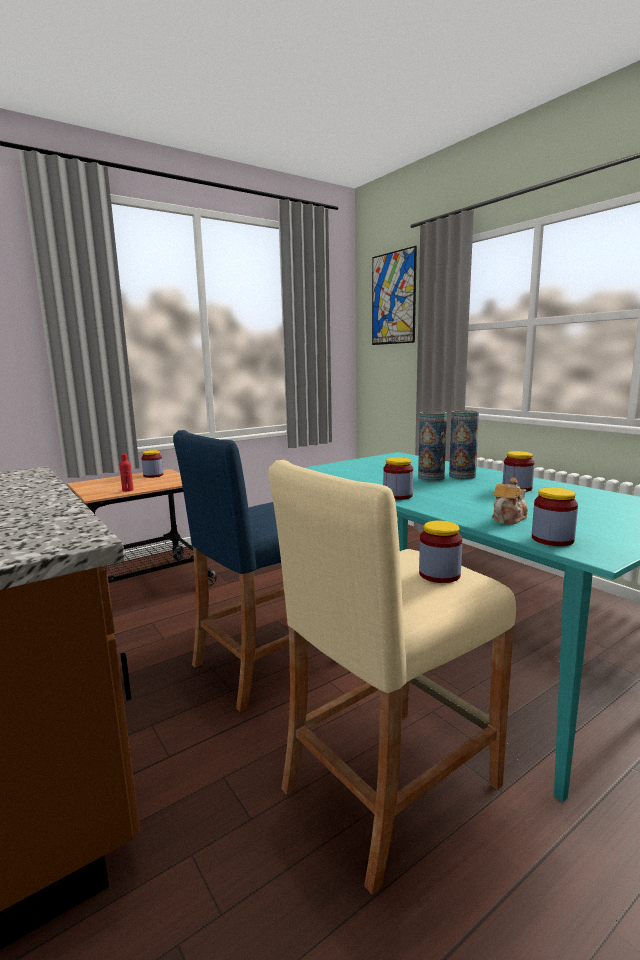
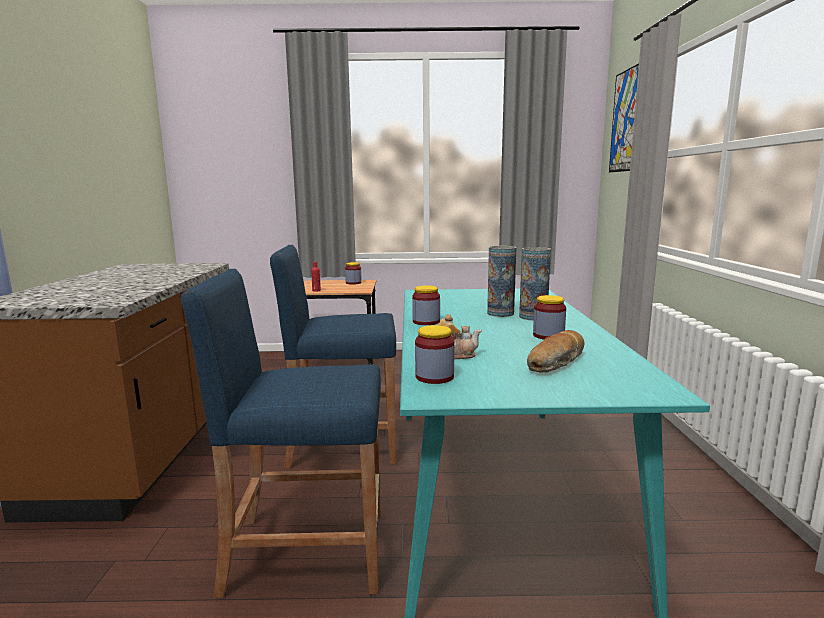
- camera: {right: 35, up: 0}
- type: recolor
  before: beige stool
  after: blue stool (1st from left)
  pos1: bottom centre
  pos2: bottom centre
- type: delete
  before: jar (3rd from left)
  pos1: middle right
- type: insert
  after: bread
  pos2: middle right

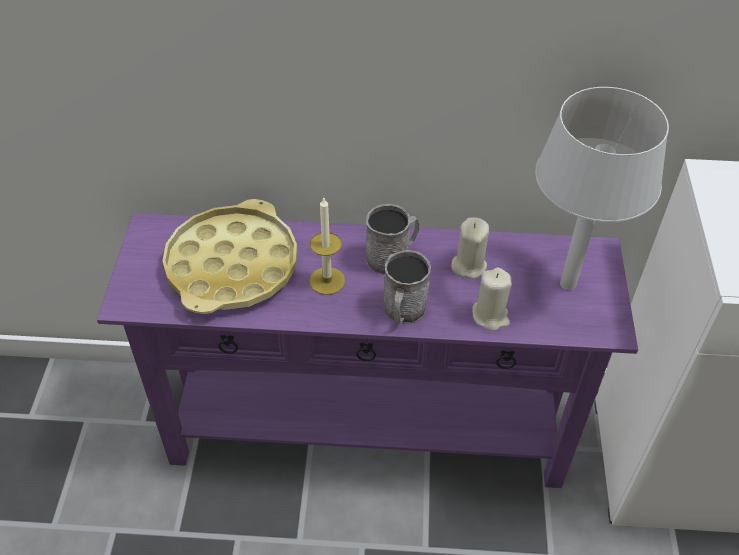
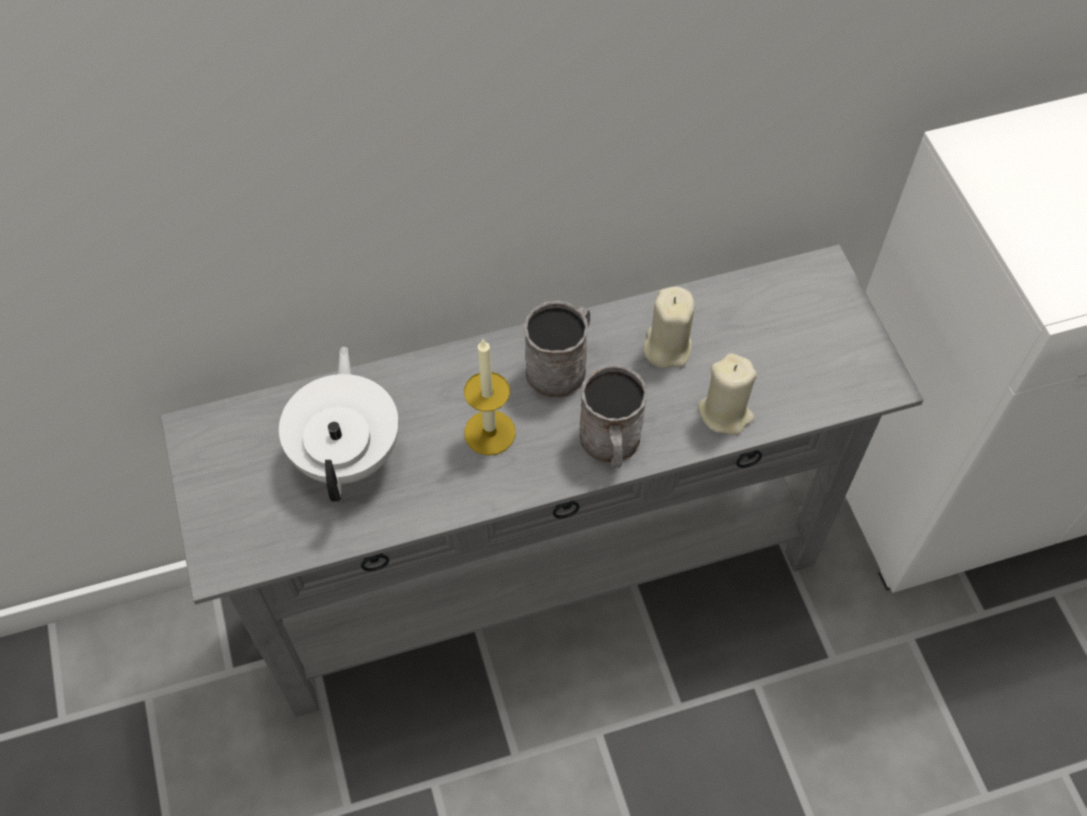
- camera: {right: -20, up: 10}
- type: delete
  before: grey table lamp
  pos1: middle right
- type: replace
  before: yellow tray
  after: white teapot
  pos1: middle left
  pos2: middle left
- type: recolor
  before: purple console table
  after: grey console table
  pos1: centre
  pos2: centre

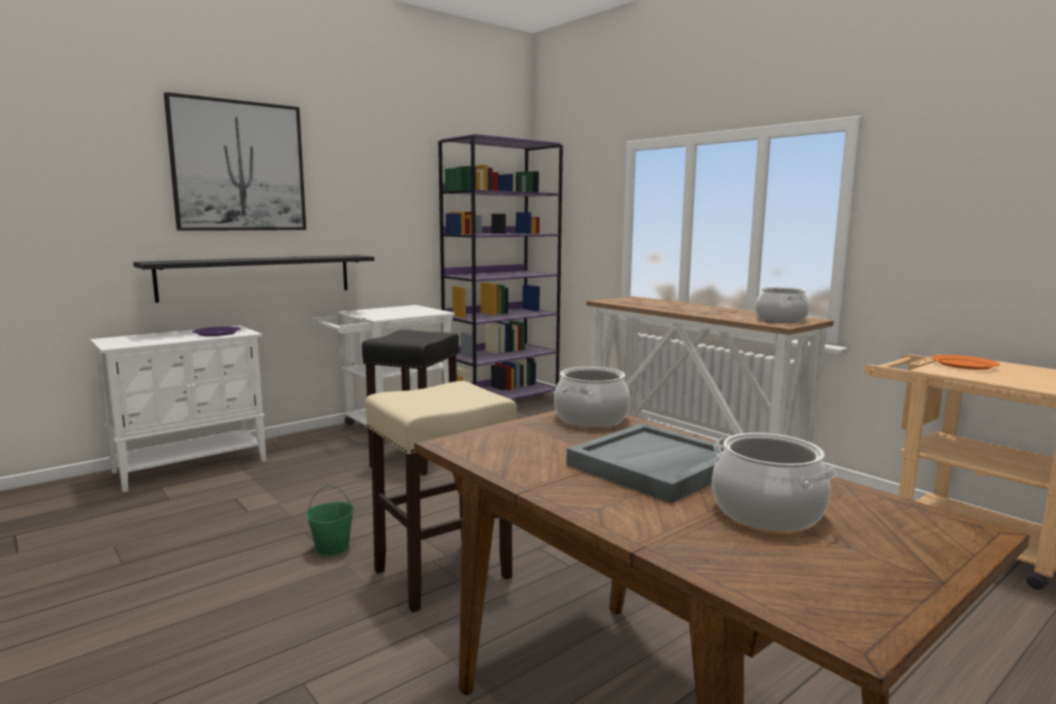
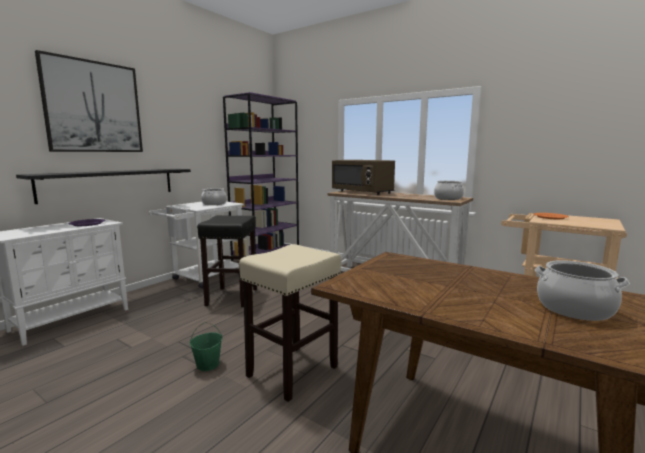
- camera: {right: -15, up: 0}
- type: move
  before: cooking pot (1st from left)
  pos1: centre
  pos2: middle left
- type: delete
  before: grey tray
  pos1: centre
- type: insert
  after: brown microwave
  pos2: centre

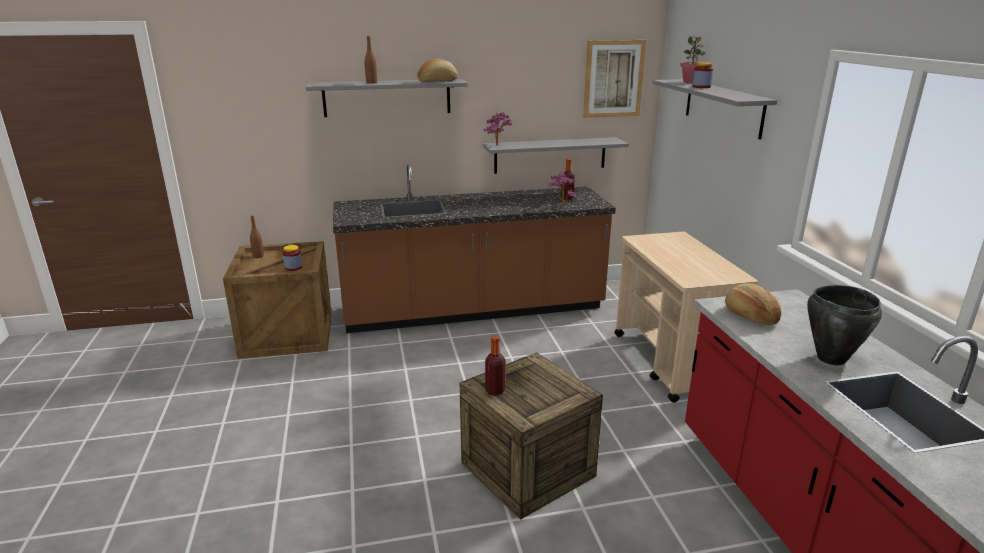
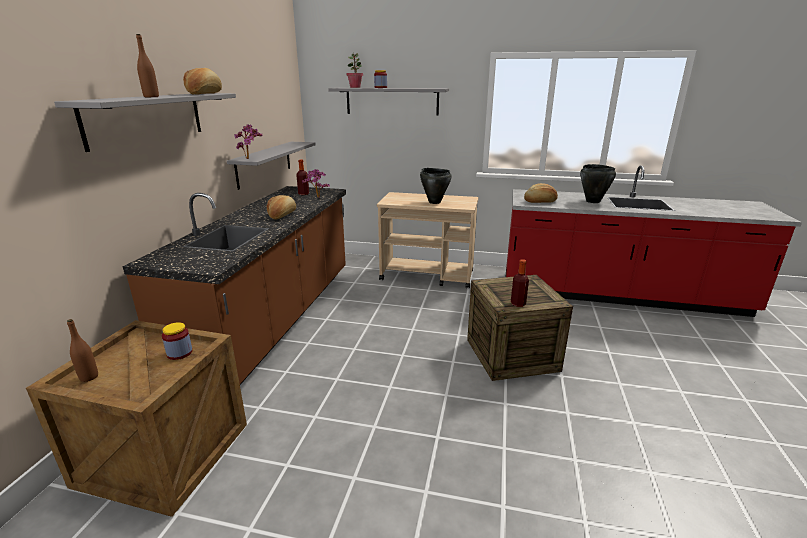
- camera: {right: -65, up: 0}
- type: delete
  before: picture
  pos1: top centre
- type: insert
  after: black cooking pot (1st from left)
  pos2: centre
- type: insert
  after: bread (2nd from left)
  pos2: centre

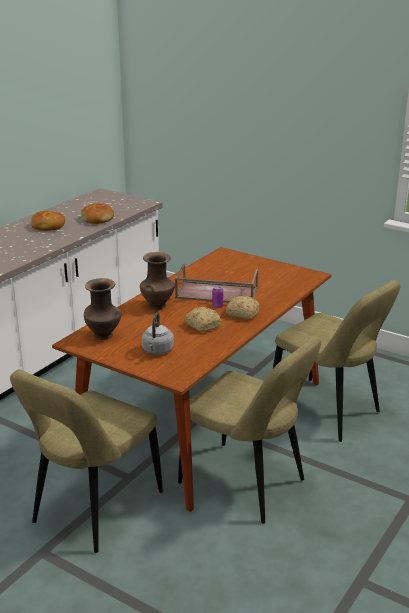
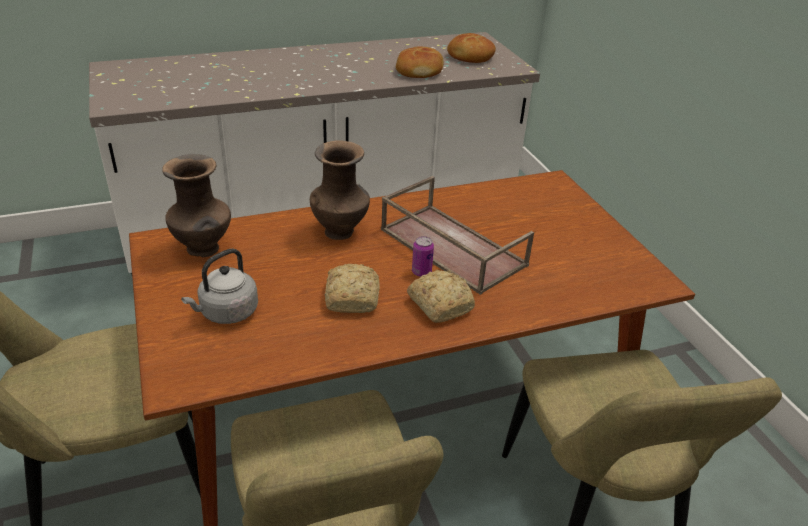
- camera: {right: 35, up: 10}
- type: move
  before: bread (1st from left in the first image)
  after: bread (4th from left)
  pos1: middle left
  pos2: top centre

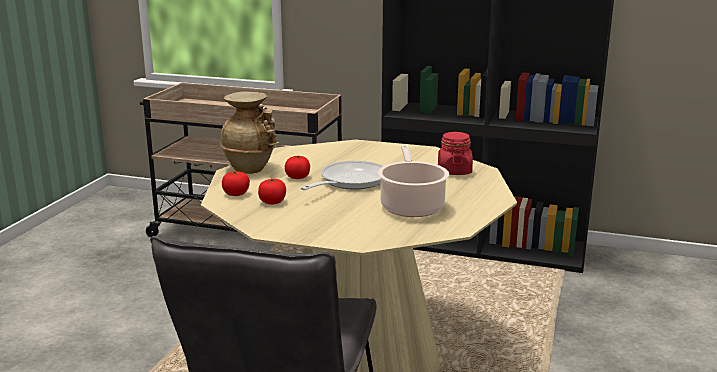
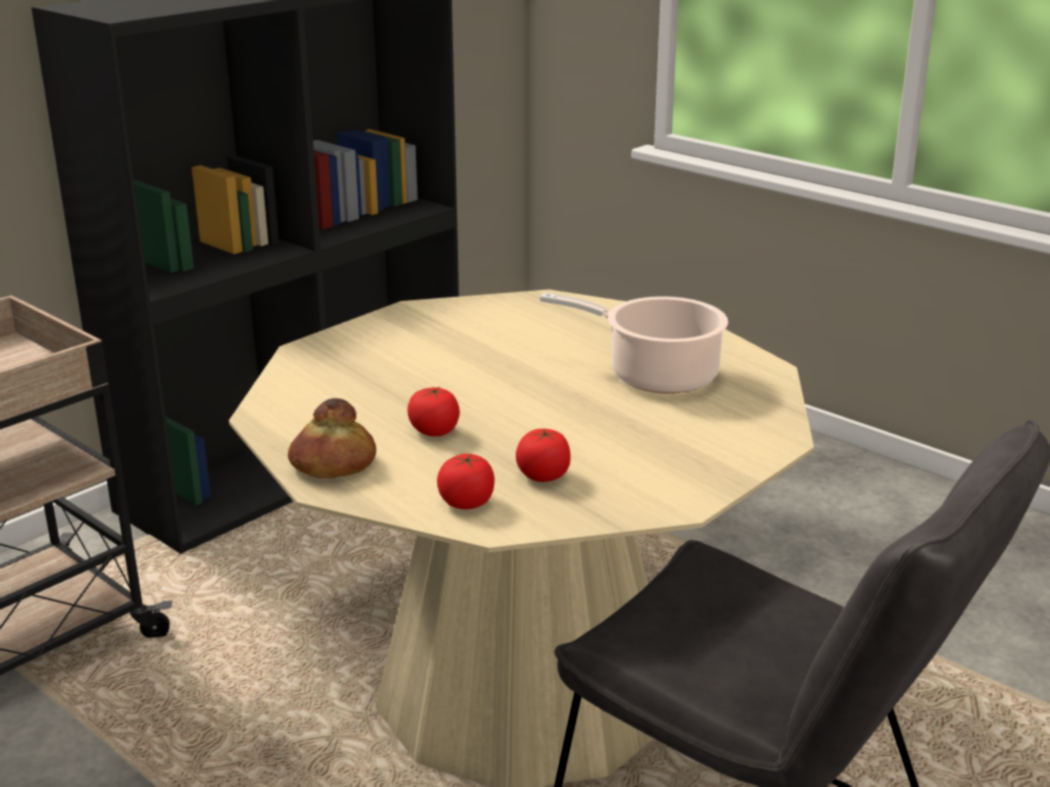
- camera: {right: -65, up: 5}
- type: replace
  before: beige vase
  after: bread
  pos1: centre
  pos2: middle left
- type: delete
  before: red jar
  pos1: centre
- type: delete
  before: frying pan
  pos1: centre

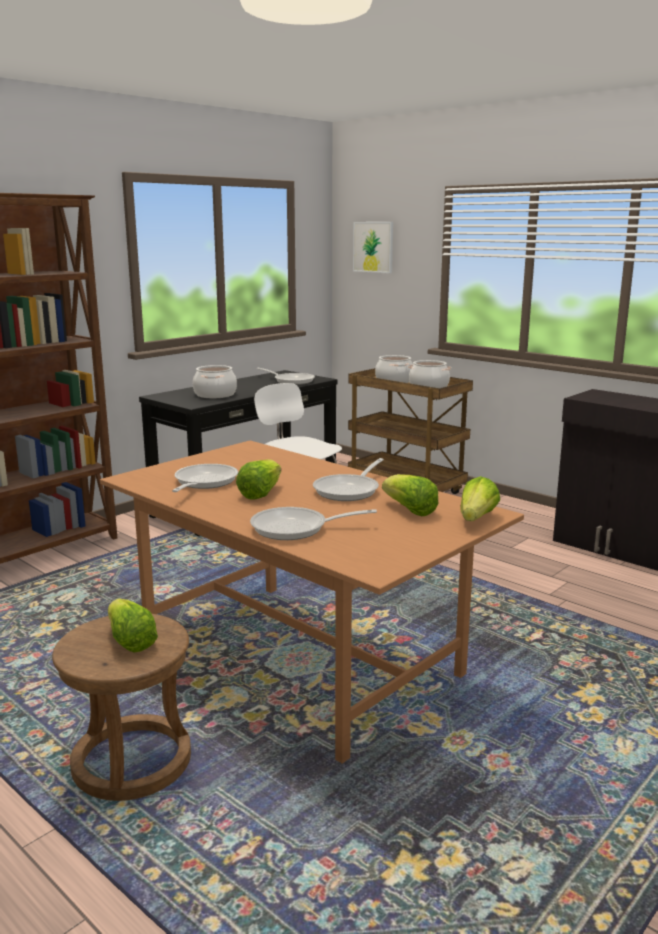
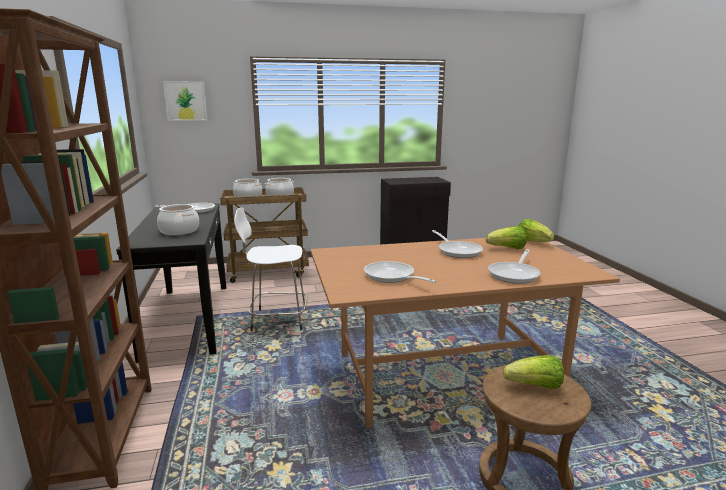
- camera: {right: -55, up: 0}
- type: delete
  before: lettuce (2nd from left)
  pos1: centre

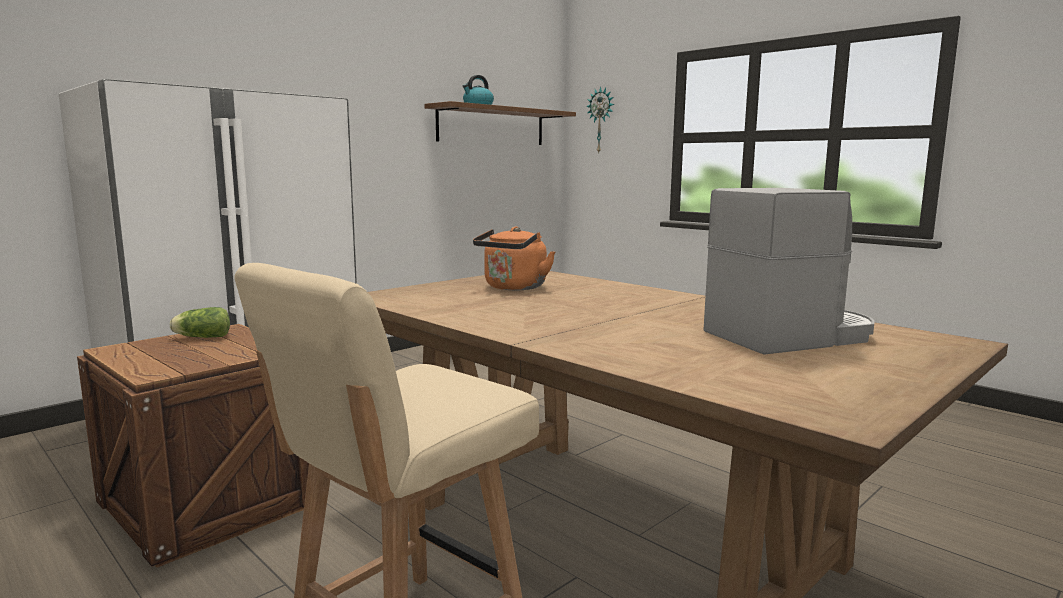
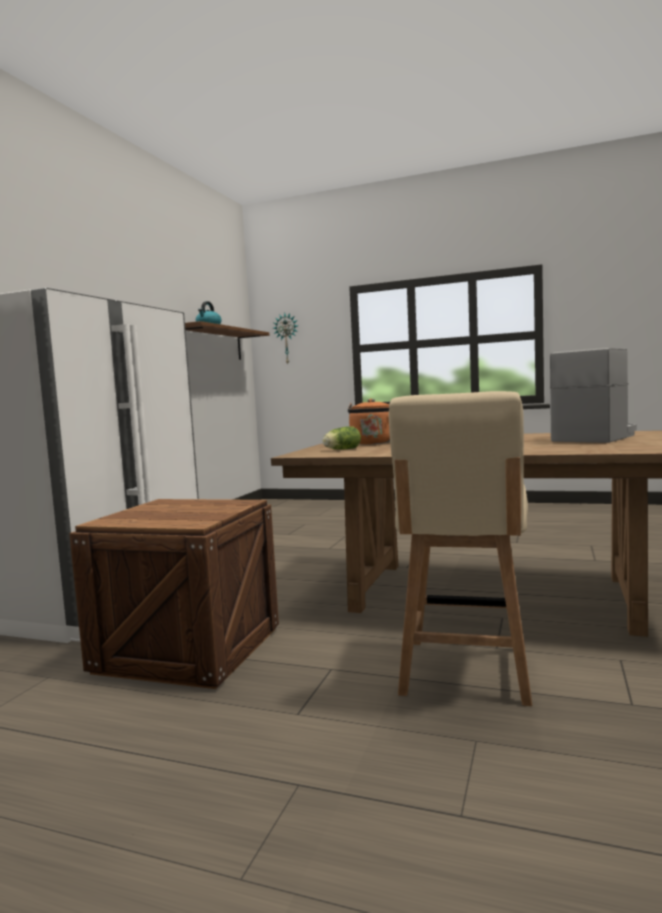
- camera: {right: -25, up: -5}
- type: move
  before: lettuce
  pos1: middle left
  pos2: centre

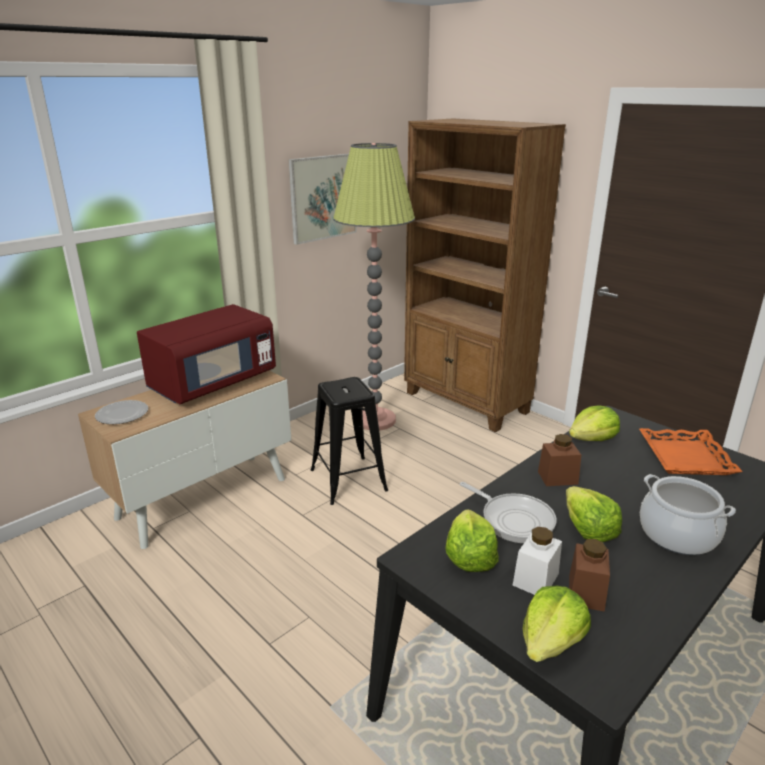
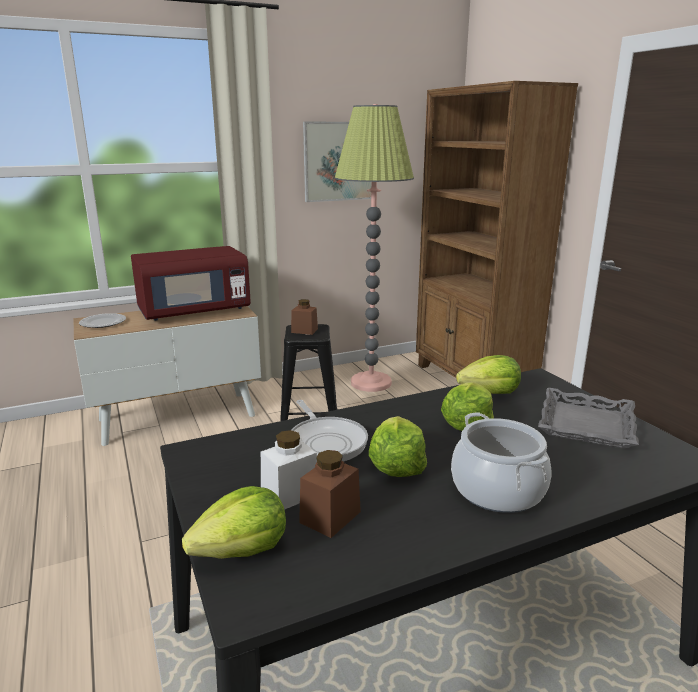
- camera: {right: 20, up: -5}
- type: recolor
  before: orange tray
  after: grey tray
  pos1: middle right
  pos2: middle right
- type: move
  before: brown jar (1st from left)
  pos1: middle right
  pos2: centre
- type: move
  before: lettuce (1st from left in the first image)
  after: lettuce (3rd from left)
  pos1: bottom centre
  pos2: middle right

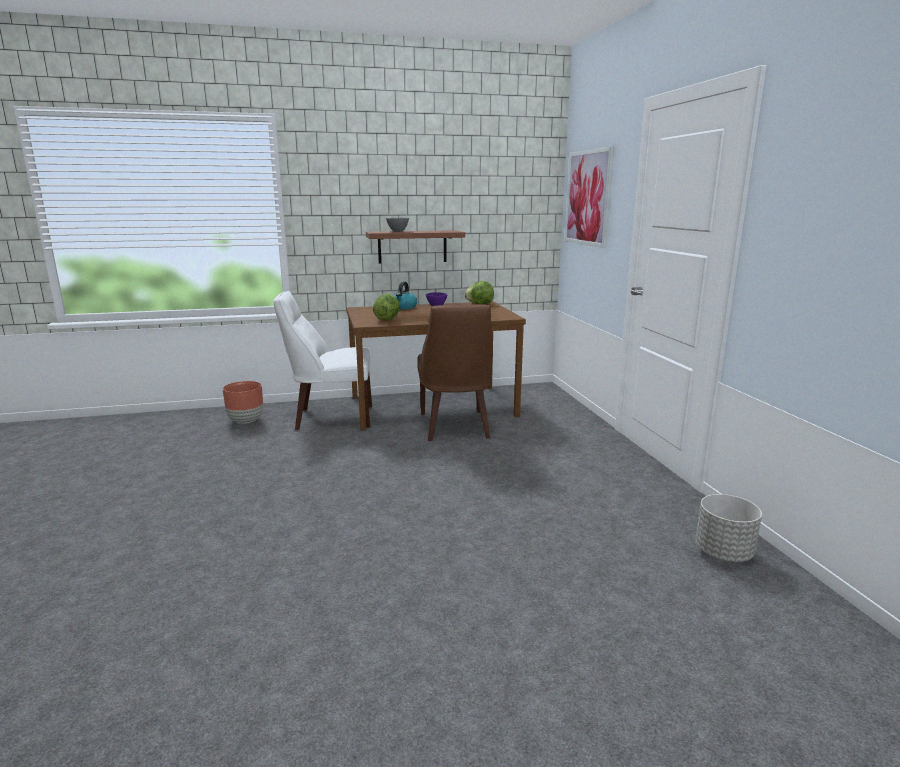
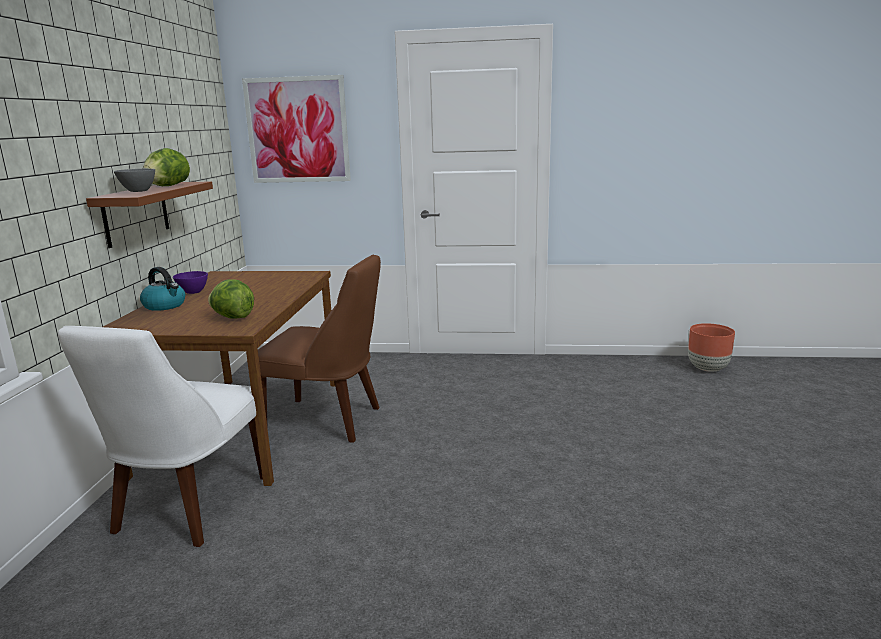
- camera: {right: -70, up: 0}
- type: move
  before: lettuce (2nd from left in the first image)
  after: lettuce (1st from left)
  pos1: centre
  pos2: top left
- type: move
  before: brown planter
  pos1: middle left
  pos2: middle right
- type: delete
  before: grey planter
  pos1: bottom right

